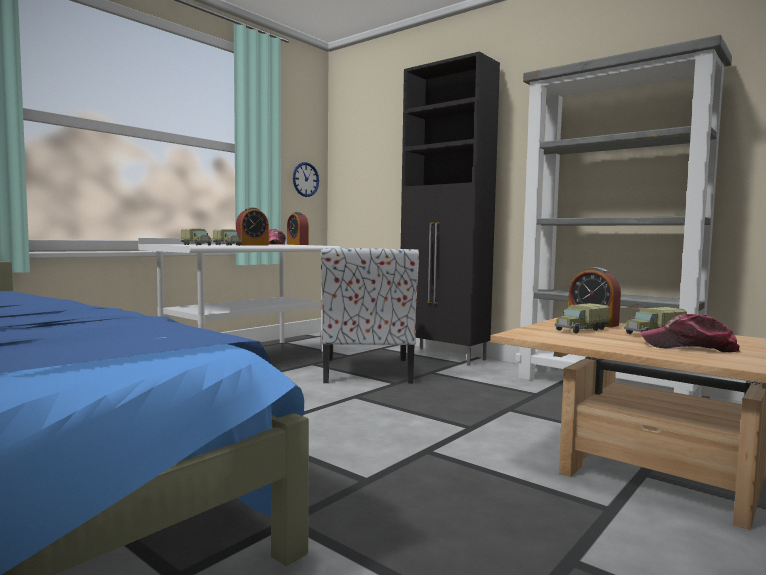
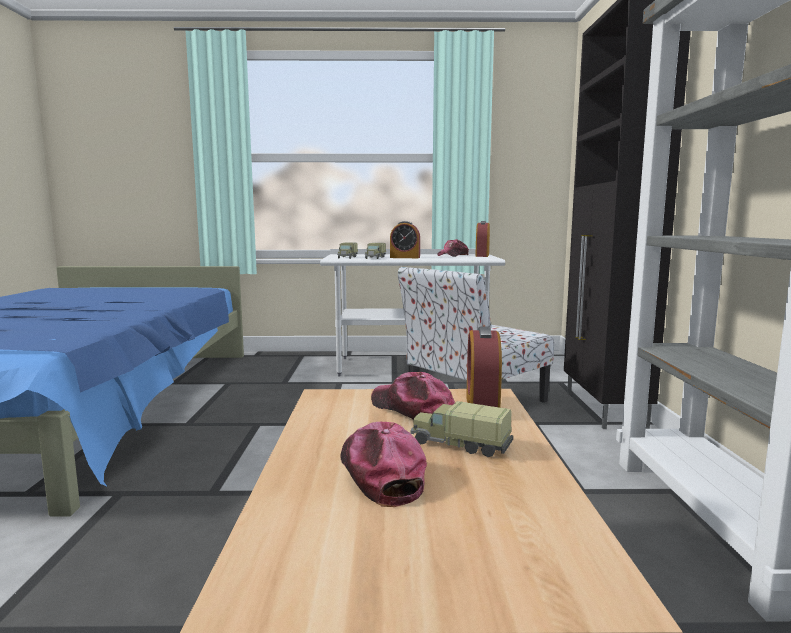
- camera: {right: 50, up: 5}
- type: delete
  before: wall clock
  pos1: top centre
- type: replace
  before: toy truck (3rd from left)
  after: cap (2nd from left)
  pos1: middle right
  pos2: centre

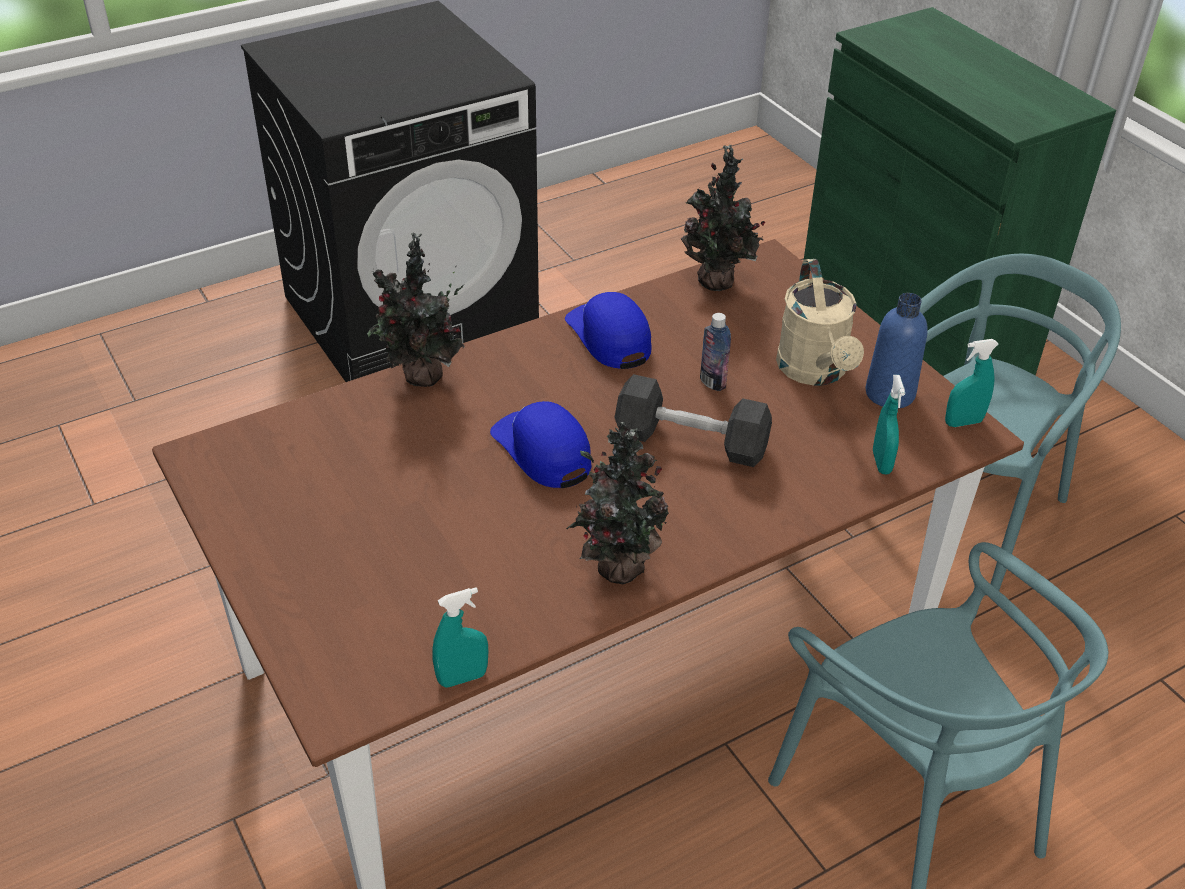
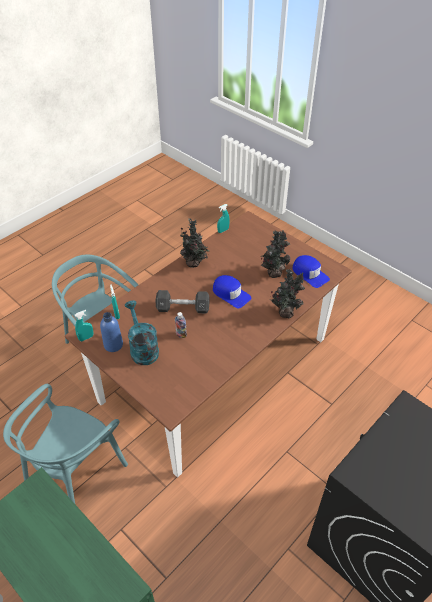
- camera: {right: 165, up: 5}
- type: move
  before: potted plant (3rd from left in the first image)
  after: potted plant (2nd from left)
  pos1: top centre
  pos2: centre
- type: recolor
  before: beige watering can
  after: turquoise watering can
  pos1: middle right
  pos2: middle left
- type: move
  before: blue cap (2nd from left)
  pos1: centre
  pos2: middle right

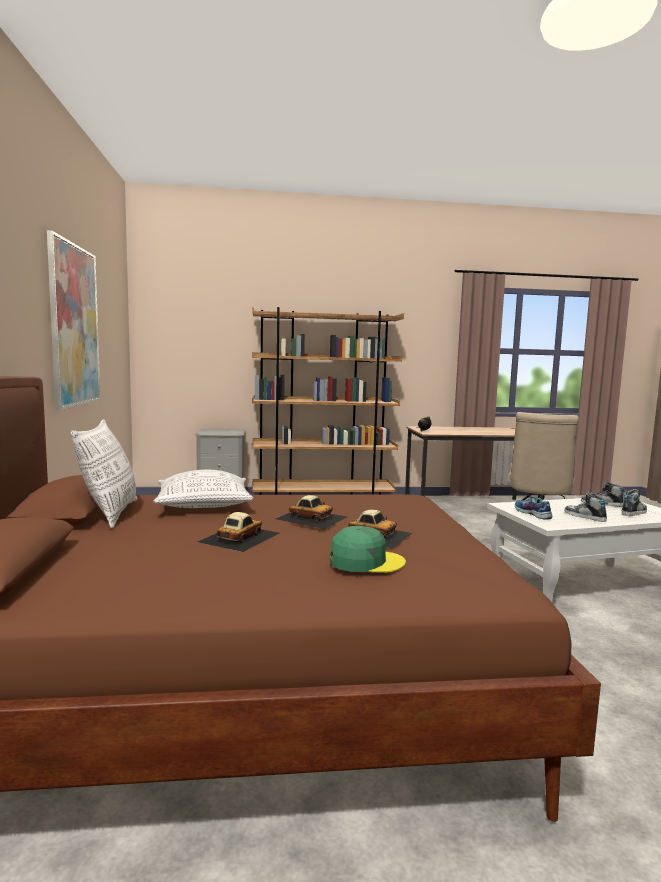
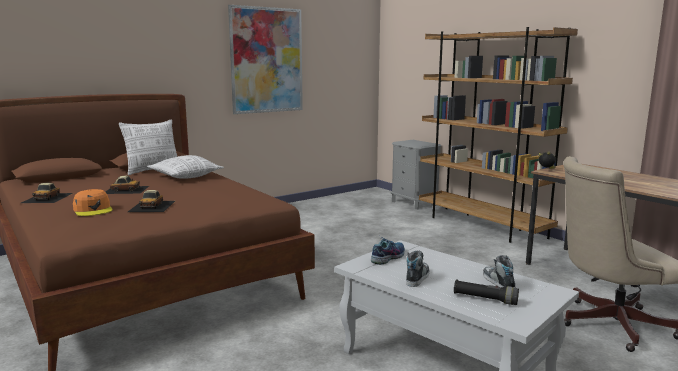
- camera: {right: 60, up: 5}
- type: replace
  before: shoe (4th from left)
  after: black flashlight
  pos1: middle right
  pos2: bottom right
- type: move
  before: toy car (2nd from left in the first image)
  after: toy car (1st from left)
  pos1: centre
  pos2: middle left
- type: recolor
  before: green cap
  after: orange cap
  pos1: centre
  pos2: middle left

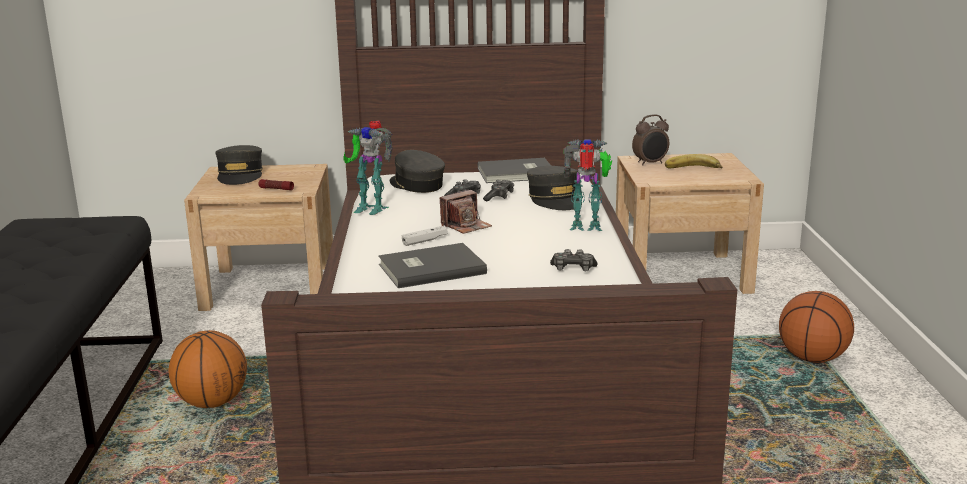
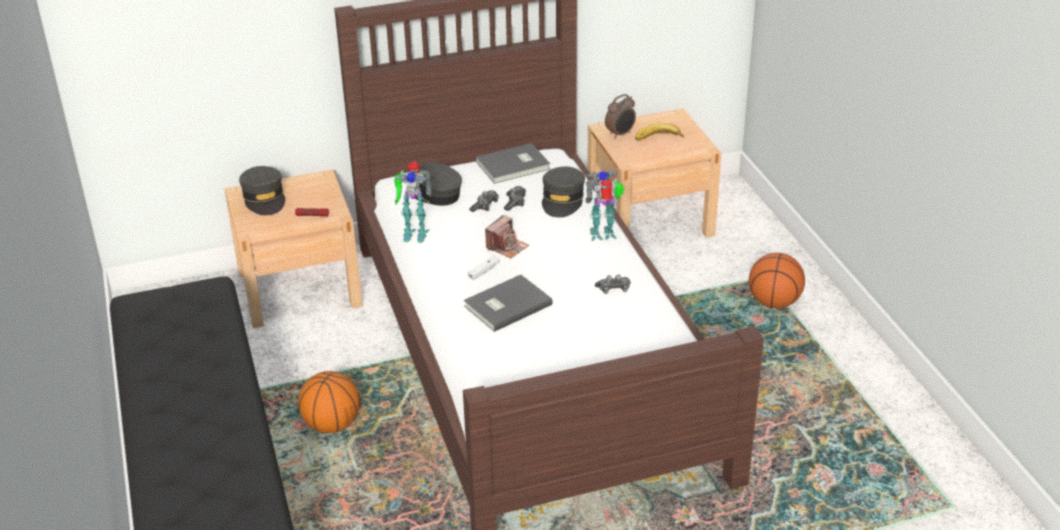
- camera: {right: -15, up: 15}
- type: rotate
  before: grey cap (3rd from left)
  pos1: centre
  pos2: centre
  turn: 45

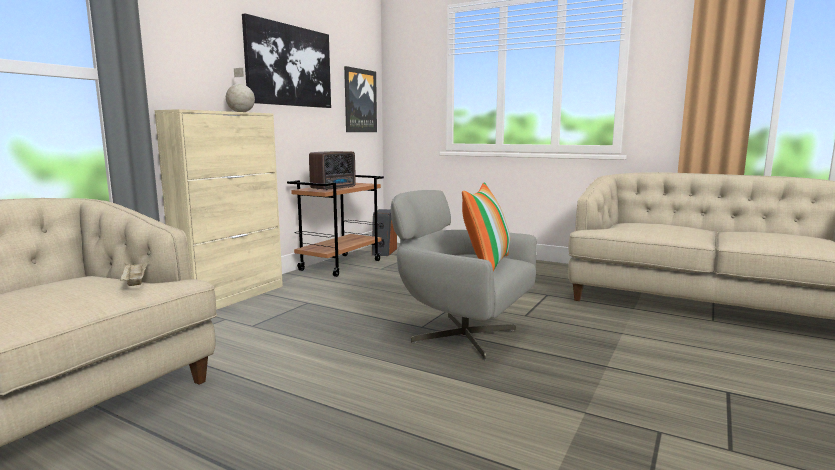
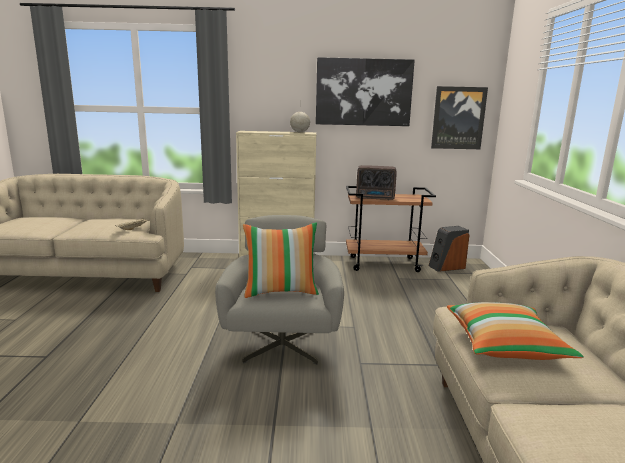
- camera: {right: 60, up: 5}
- type: insert
  after: pillow (2nd from left)
  pos2: bottom right

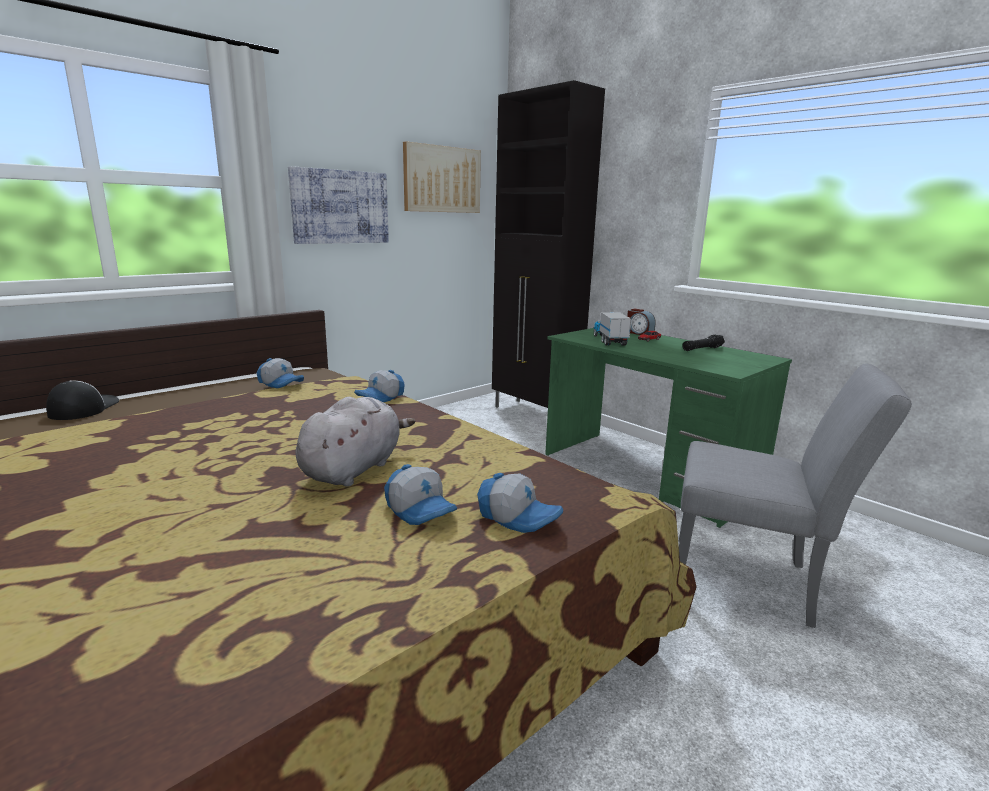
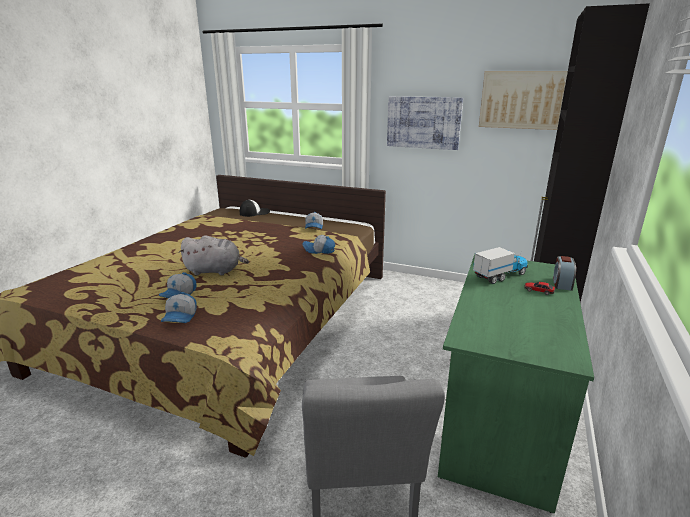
- camera: {right: 65, up: 5}
- type: delete
  before: black flashlight
  pos1: middle right

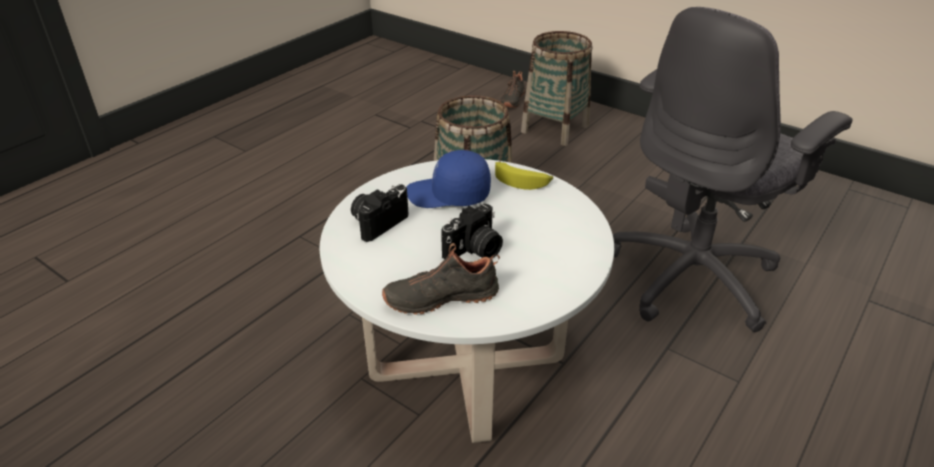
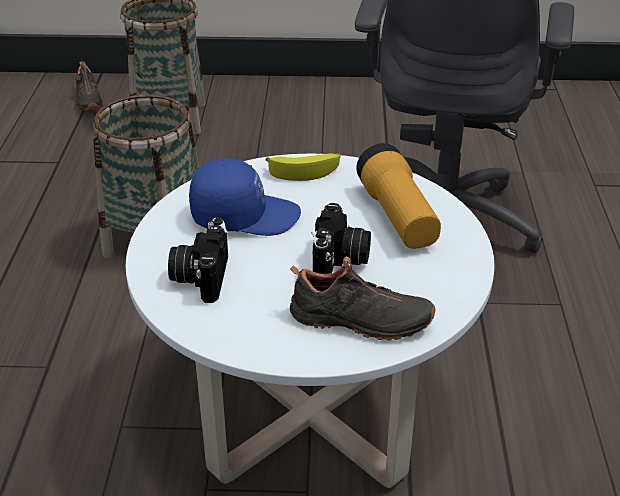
- camera: {right: -35, up: 0}
- type: rotate
  before: blue cap
  pos1: centre
  pos2: centre
  turn: -150
- type: rotate
  before: black shoe (1st from left in the first image)
  pos1: centre
  pos2: centre
  turn: -120
- type: insert
  after: flashlight
  pos2: centre

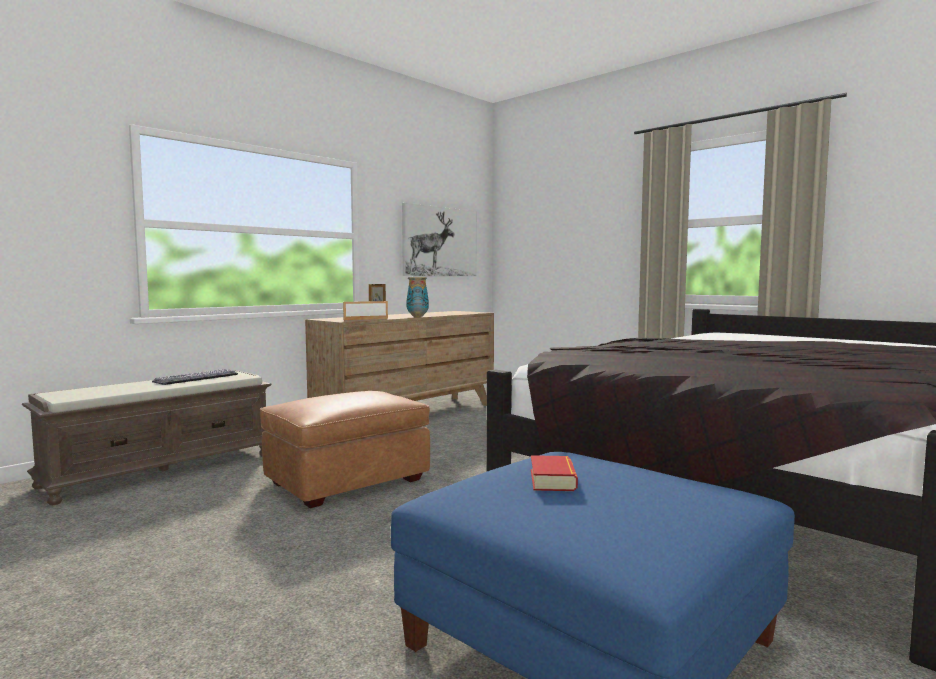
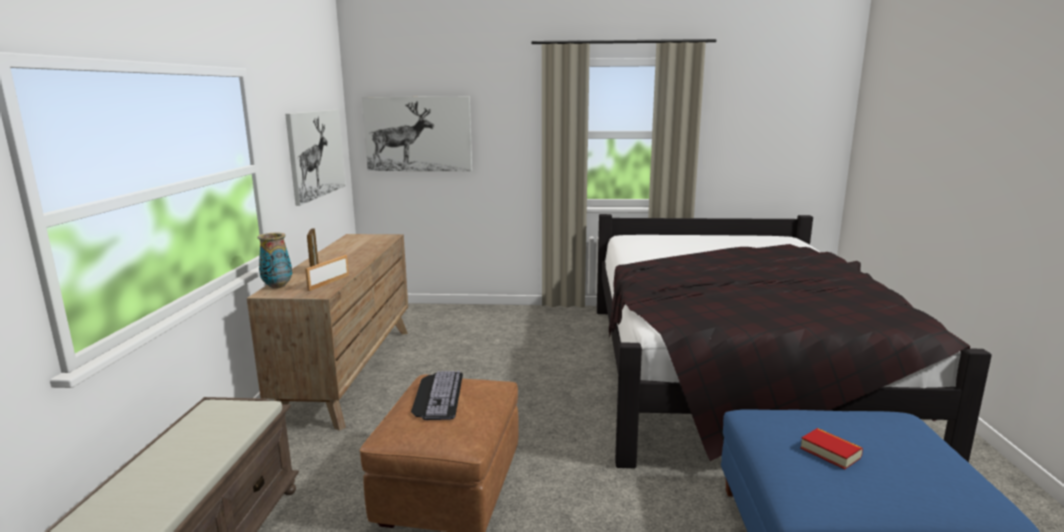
- camera: {right: -40, up: 10}
- type: move
  before: vase
  pos1: centre
  pos2: middle left
- type: move
  before: keyboard
  pos1: middle left
  pos2: bottom centre
- type: insert
  after: picture (2nd from left)
  pos2: top centre

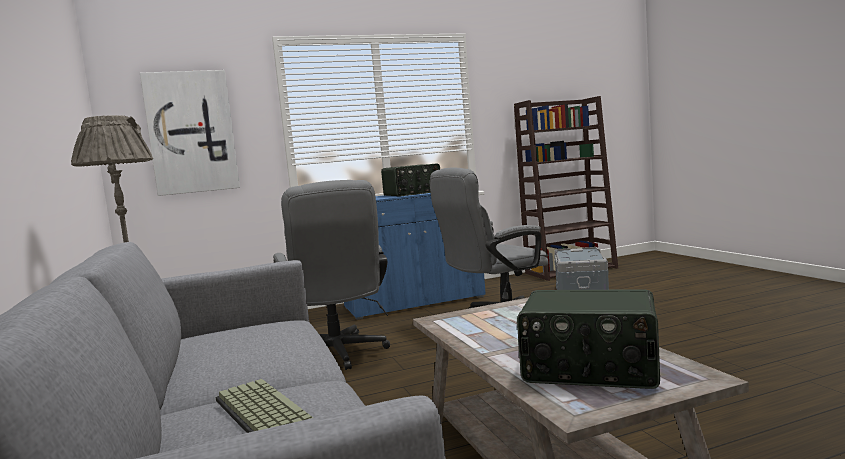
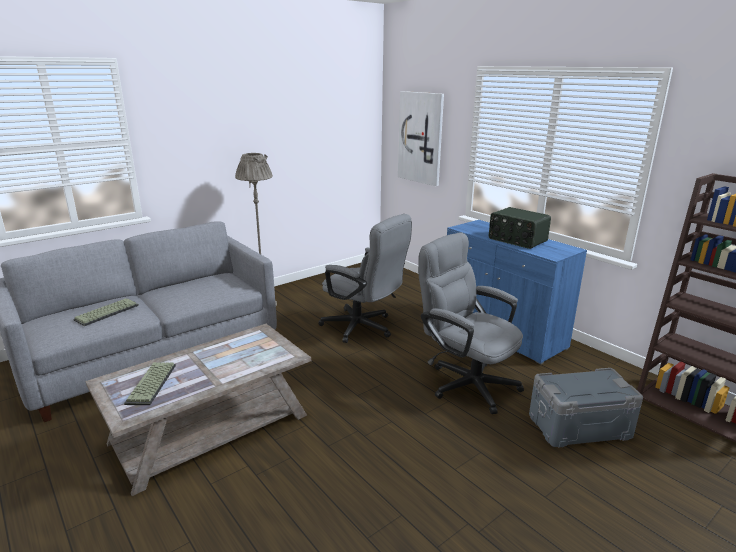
- camera: {right: 70, up: 15}
- type: rotate
  before: grey office chair (1st from left)
  pos1: centre
  pos2: centre
  turn: -105
- type: replace
  before: radio (2nd from left)
  after: keyboard (2nd from left)
  pos1: bottom right
  pos2: bottom left

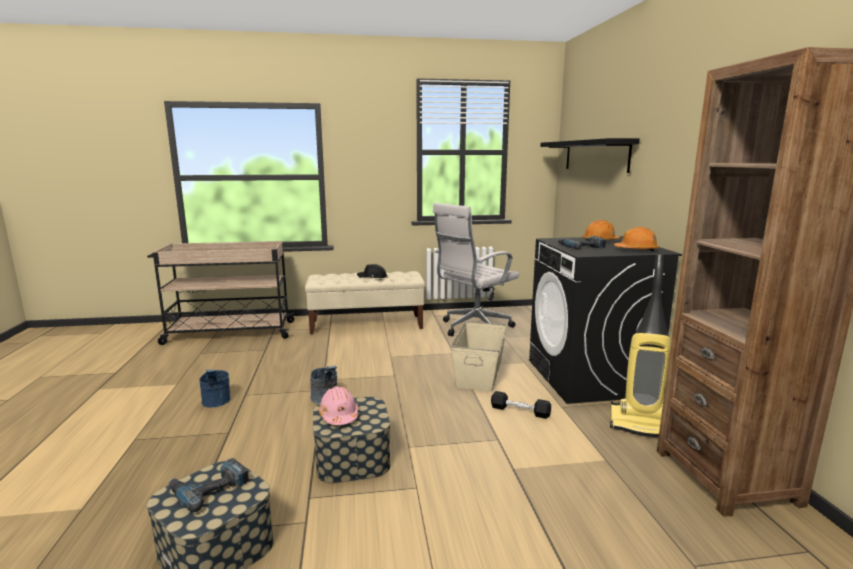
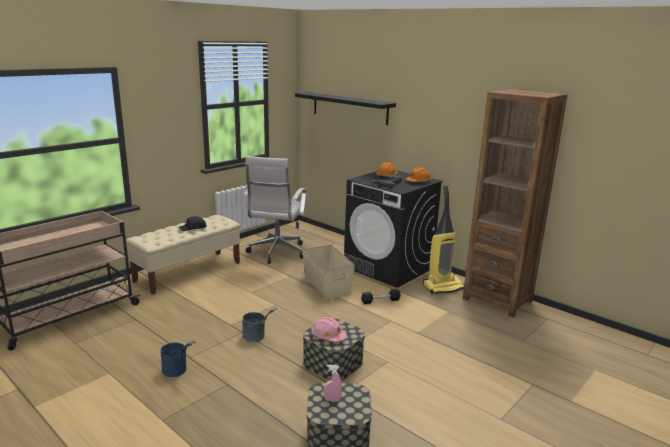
- camera: {right: -40, up: 5}
- type: replace
  before: power drill (1st from left)
  after: pink spray bottle
  pos1: bottom left
  pos2: bottom centre

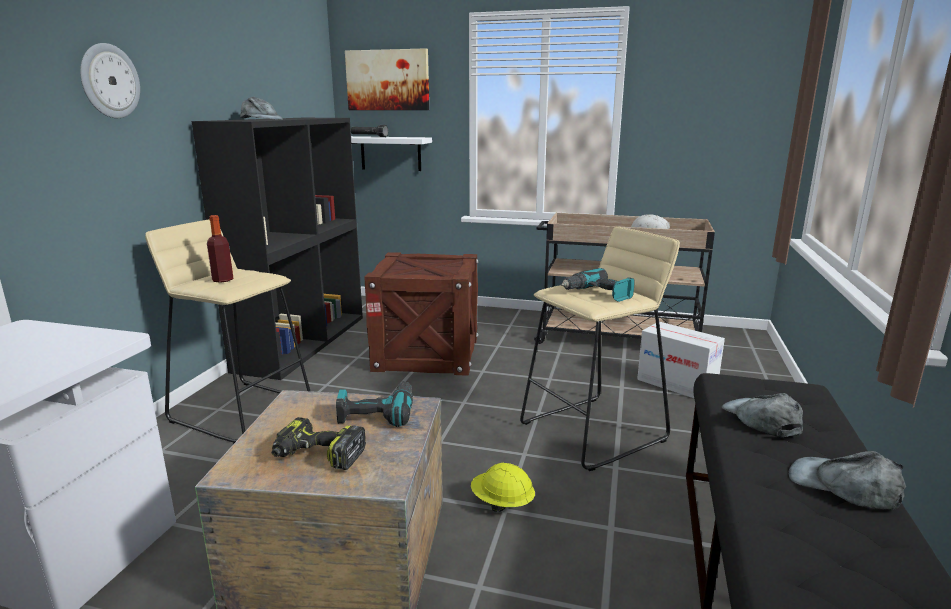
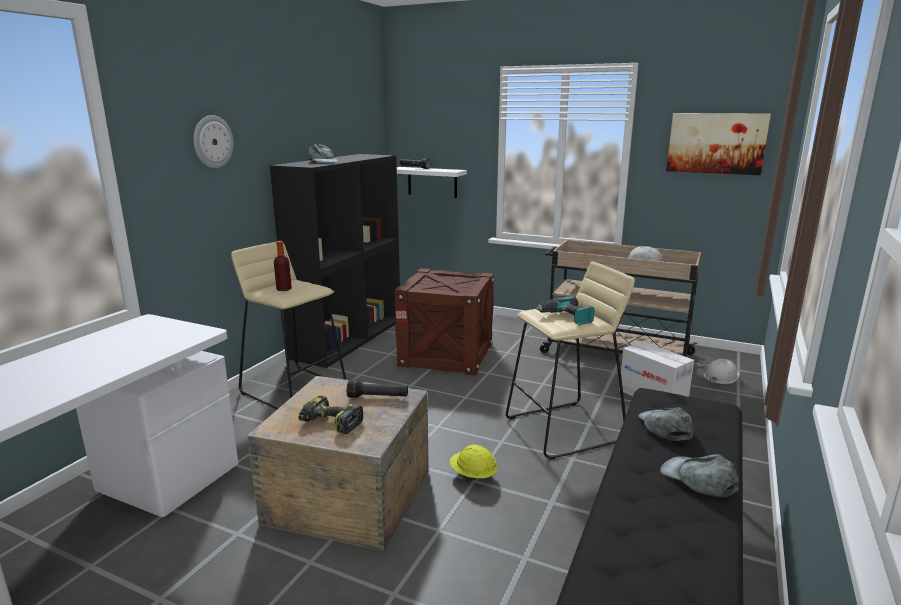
- camera: {right: 10, up: 0}
- type: move
  before: picture
  pos1: top centre
  pos2: top right
- type: replace
  before: power drill (2nd from left)
  after: black flashlight (1st from left)
  pos1: centre
  pos2: centre
- type: insert
  after: white hard hat (2nd from left)
  pos2: middle right

